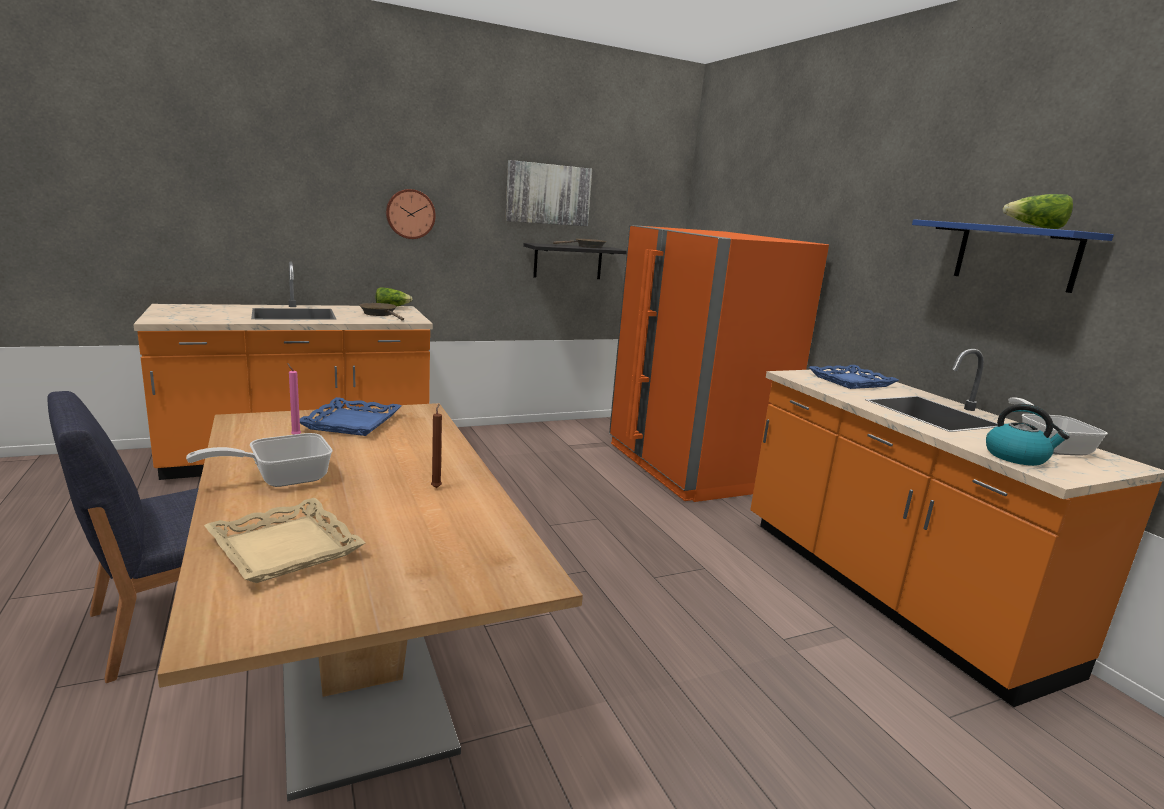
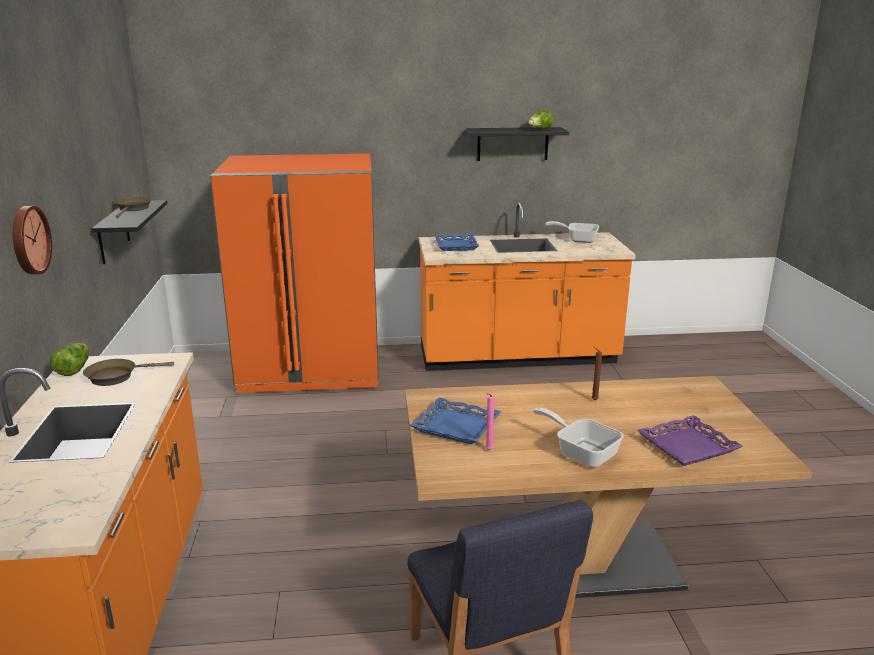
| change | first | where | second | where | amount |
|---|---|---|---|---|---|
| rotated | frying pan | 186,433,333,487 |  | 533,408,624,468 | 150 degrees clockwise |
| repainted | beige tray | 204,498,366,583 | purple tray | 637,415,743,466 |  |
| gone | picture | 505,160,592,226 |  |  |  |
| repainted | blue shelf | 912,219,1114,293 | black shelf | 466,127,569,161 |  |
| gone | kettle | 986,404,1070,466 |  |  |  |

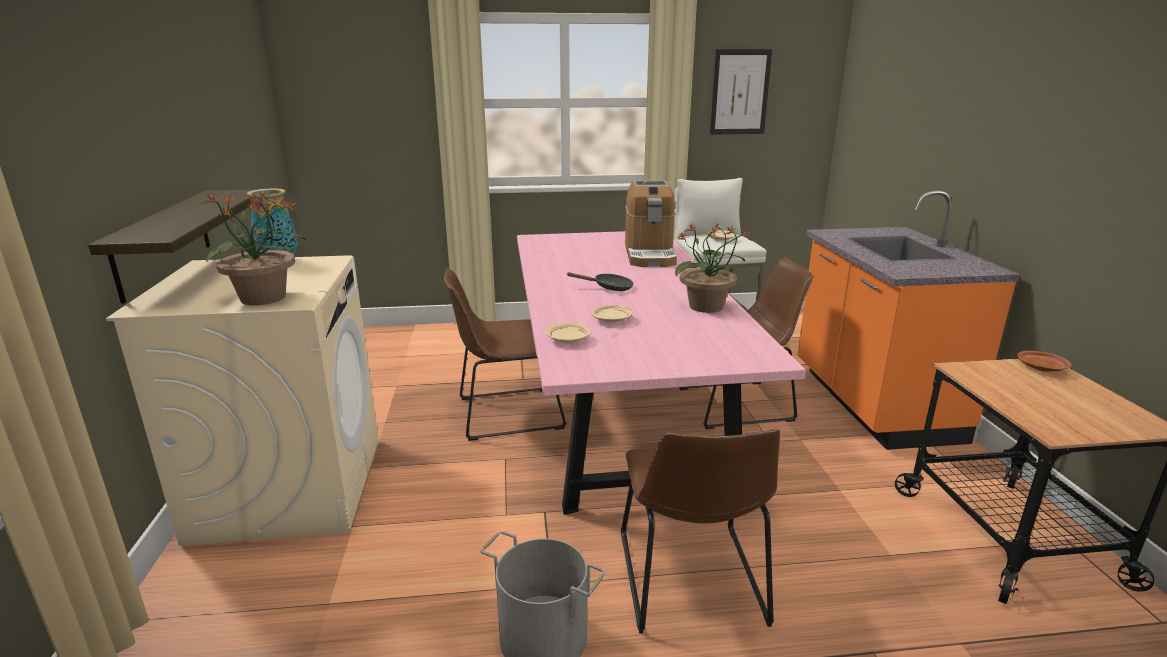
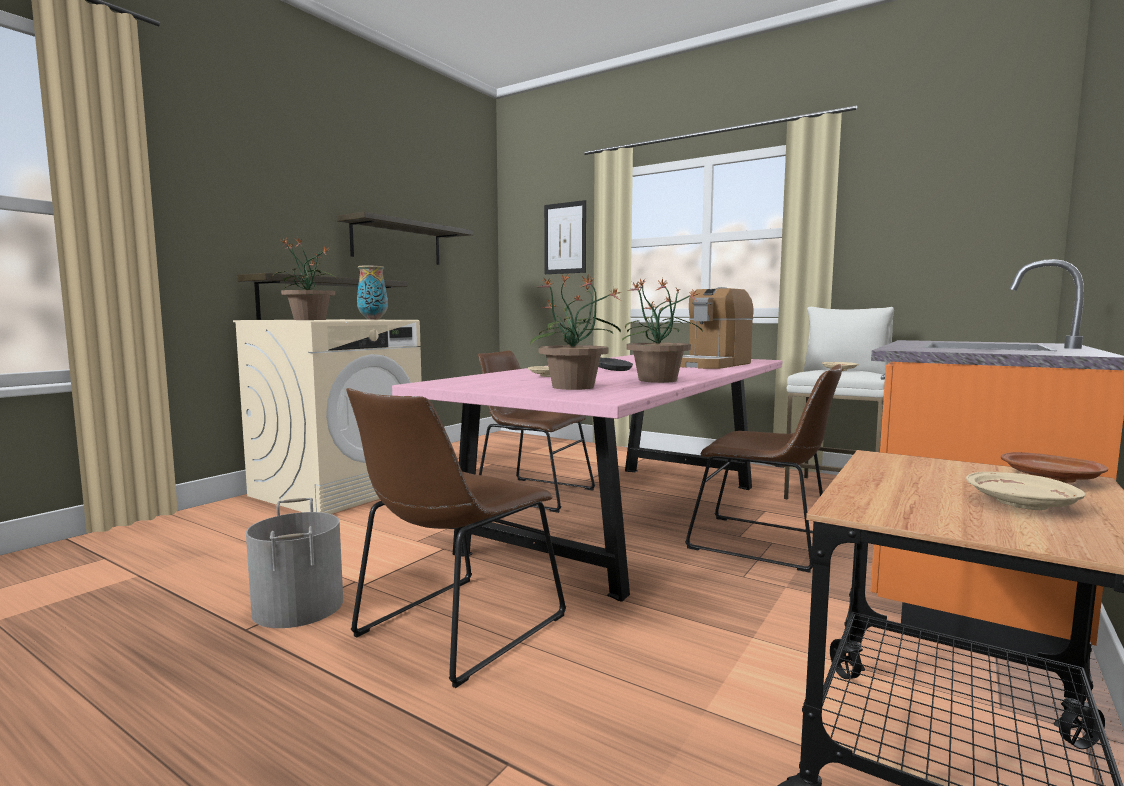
| change | first | where | second | where | amount |
|---|---|---|---|---|---|
| shifted | beige plate | 546,323,590,343 |  | 966,472,1085,510 |  |
| shifted | picture | 710,49,772,135 |  | 544,200,586,274 |  |
| new |  |  | shelf | 337,212,473,265 |  |
| new |  |  | potted plant | 530,273,621,390 |  |

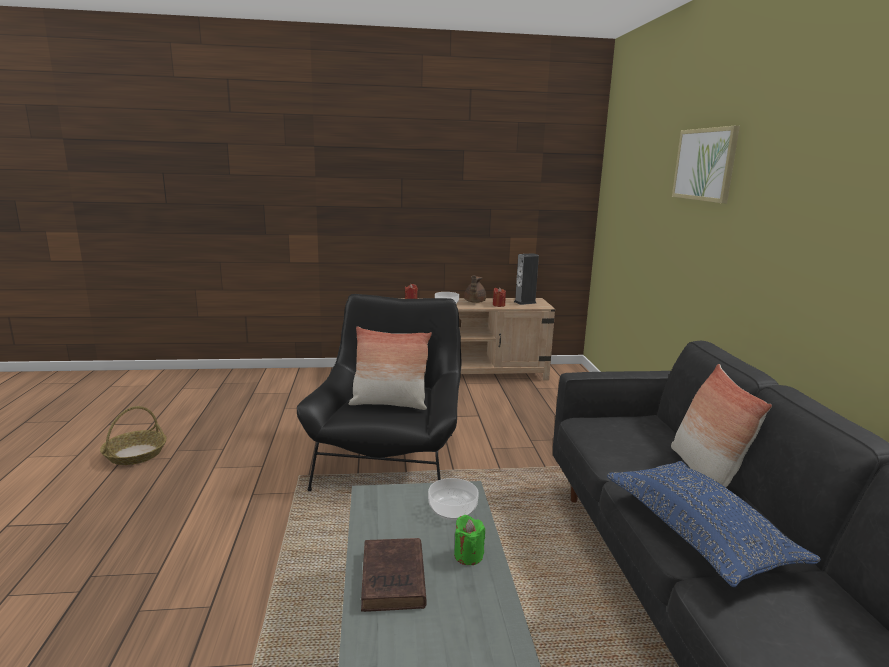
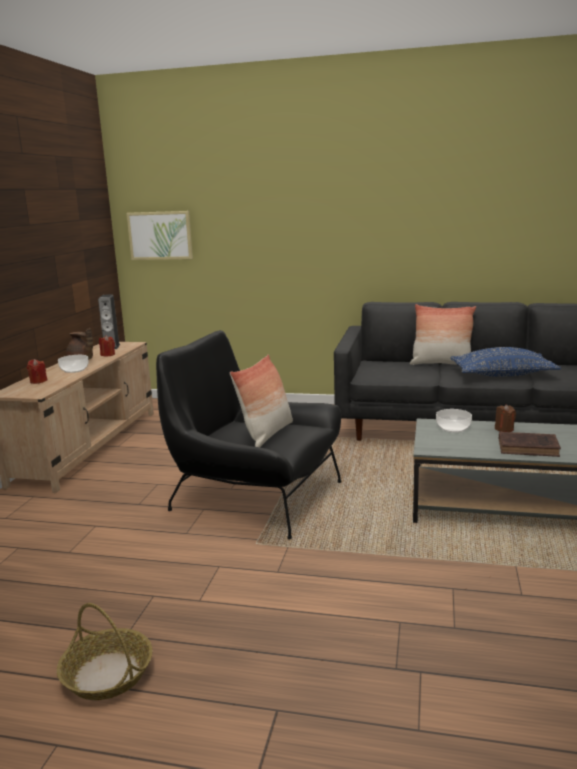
| change | first | where | second | where | amount |
|---|---|---|---|---|---|
| repainted | green candle | 454,514,485,565 | brown candle | 495,404,516,432 |  |
| shifted | picture | 672,126,740,203 |  | 126,211,193,260 |  |

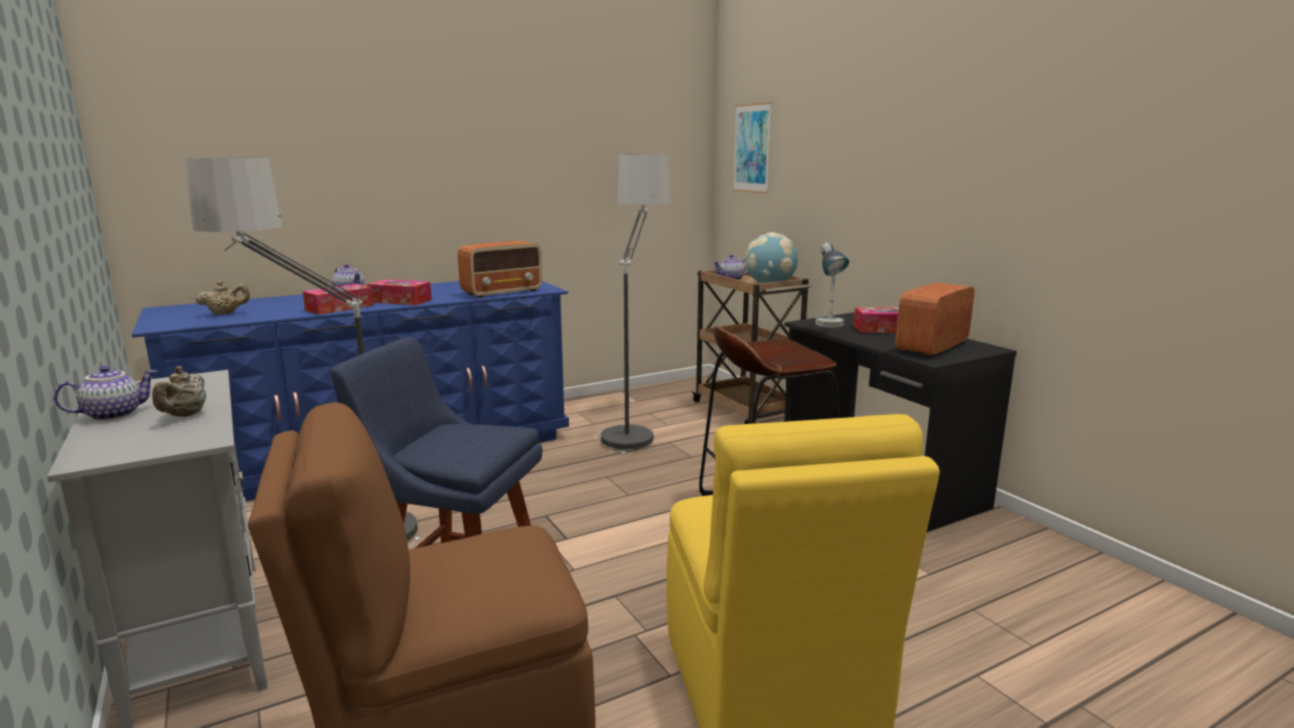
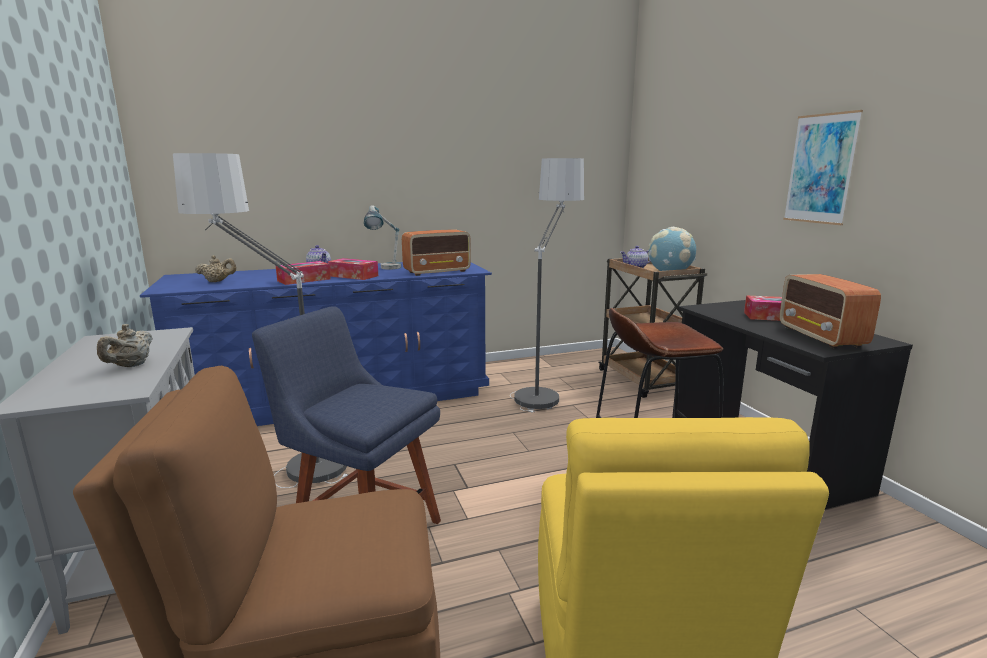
| change | first | where | second | where | amount |
|---|---|---|---|---|---|
| gone | teapot | 54,366,157,421 |  |  |  |
| shifted | picture | 733,102,772,193 |  | 783,110,863,225 |  |
| shifted | table lamp | 815,243,849,328 |  | 364,205,401,270 |  |
| rotated | radio | 896,283,974,357 |  | 779,274,881,349 | 60 degrees counterclockwise |

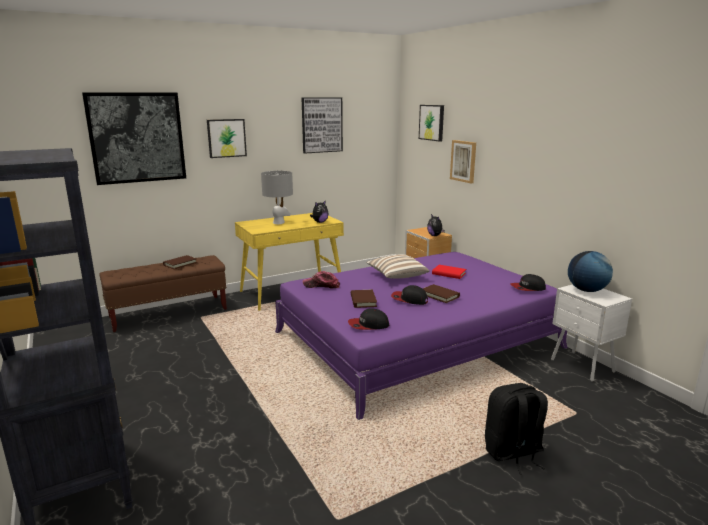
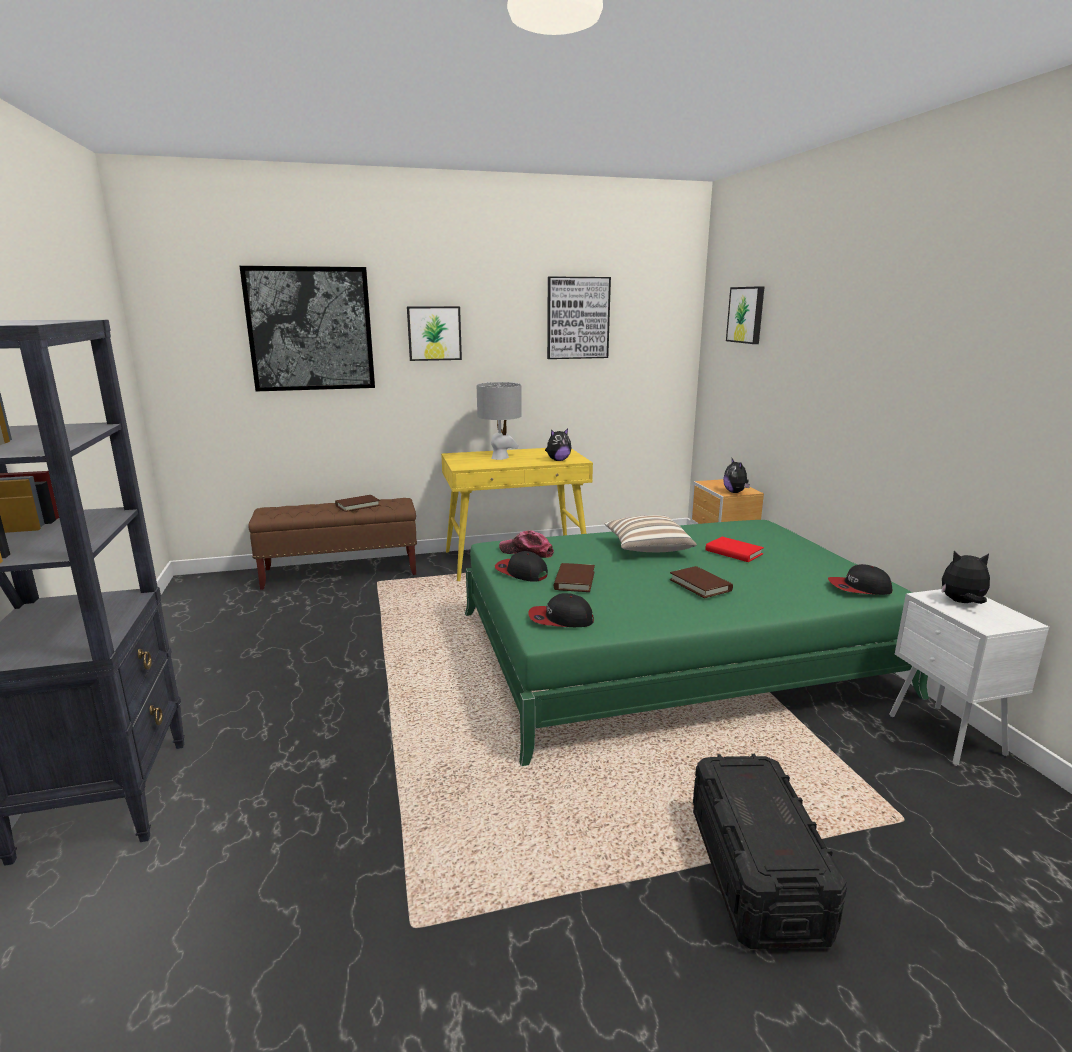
| change | first | where | second | where | amount |
|---|---|---|---|---|---|
| repainted | purple bed | 275,252,568,420 | green bed | 465,520,929,766 |  |
| shifted | cap | 391,285,428,305 |  | 495,551,548,582 |  |
| gone | picture | 450,140,476,183 |  |  |  |
| swapped | black backpack | 485,383,548,475 | black storage box | 693,754,847,949 |  |
| swapped | globe | 568,251,613,292 | plush toy | 942,551,990,604 |  |

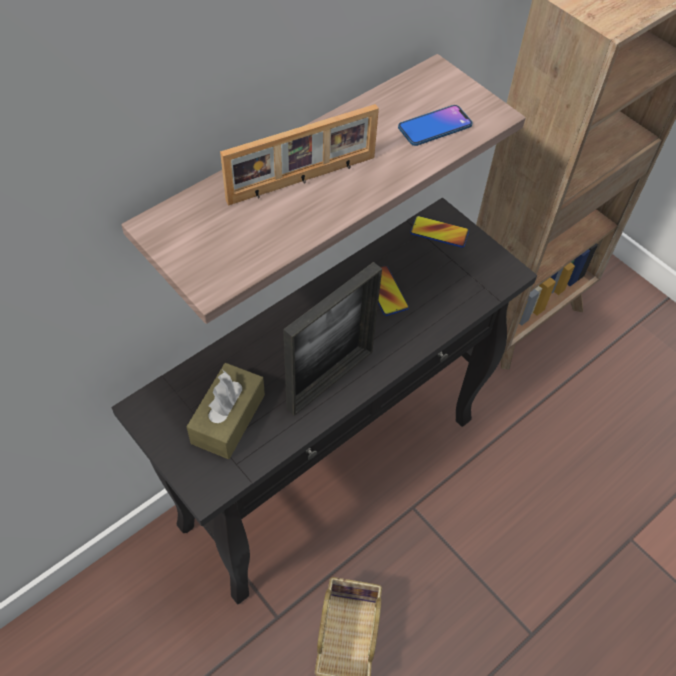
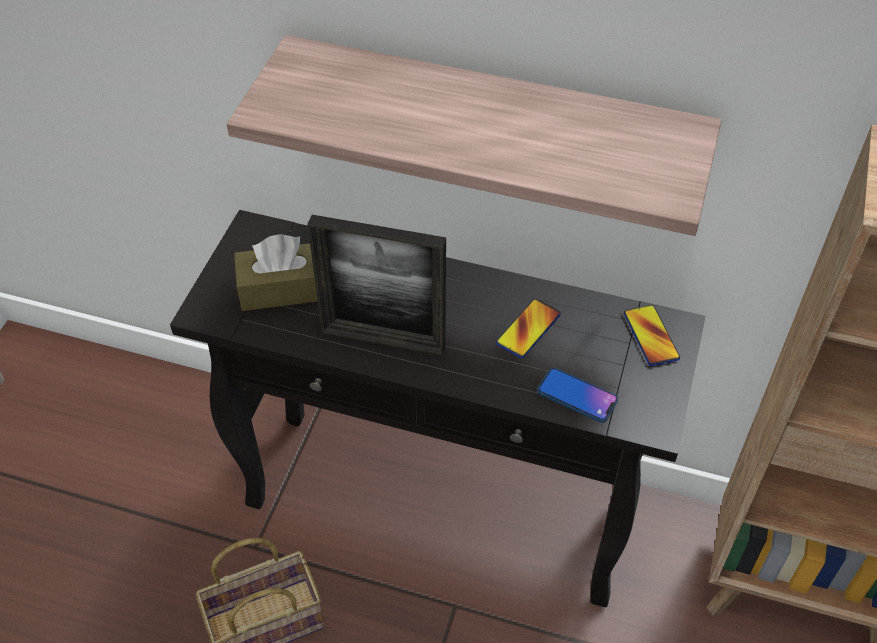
| change | first | where | second | where | amount |
|---|---|---|---|---|---|
| gone | picture frame | 220,104,379,206 |  |  |  |
| shifted | phone | 398,105,473,146 |  | 537,367,618,423 |  |

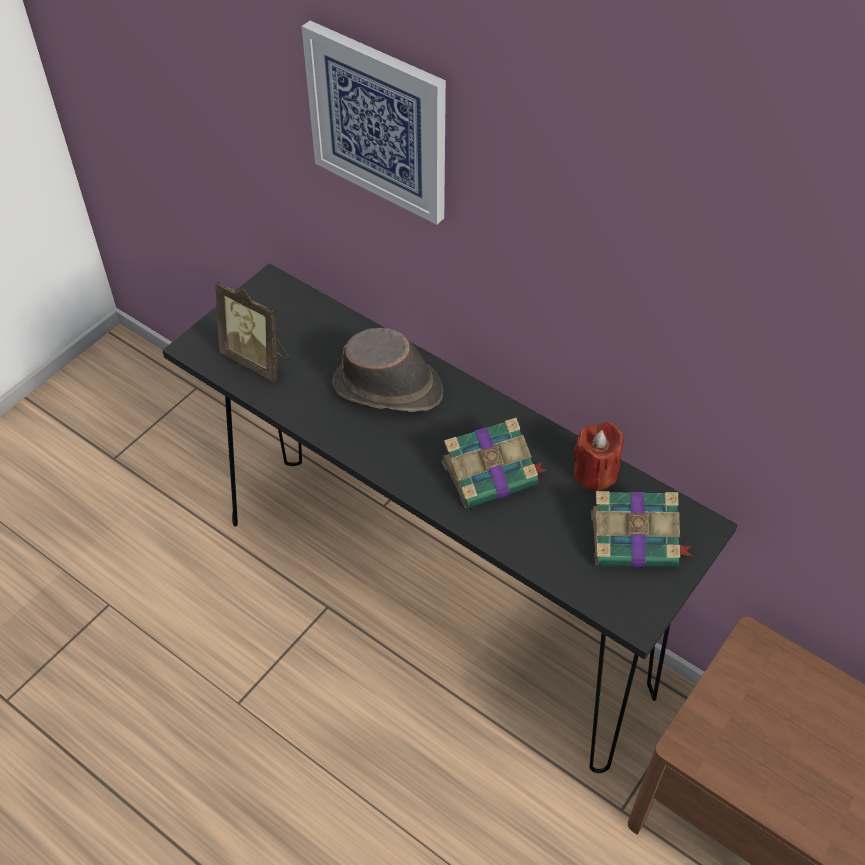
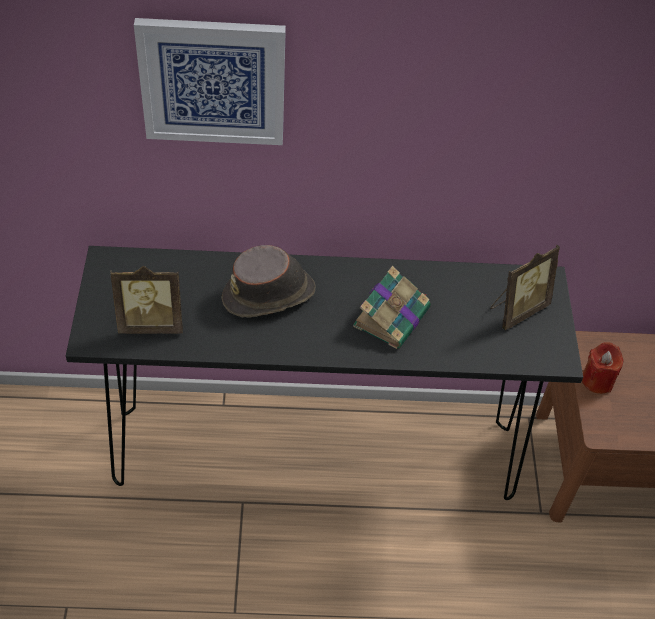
| change | first | where | second | where | amount |
|---|---|---|---|---|---|
| shifted | red candle | 573,422,624,491 |  | 582,342,624,394 |  |
| swapped | book | 591,491,693,568 | picture frame | 490,245,560,330 |  |

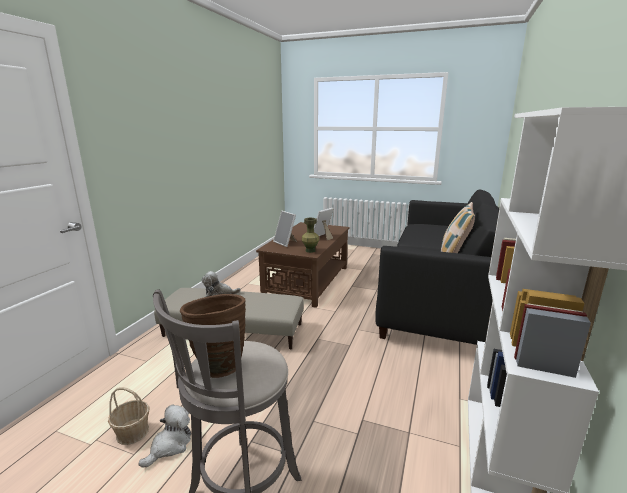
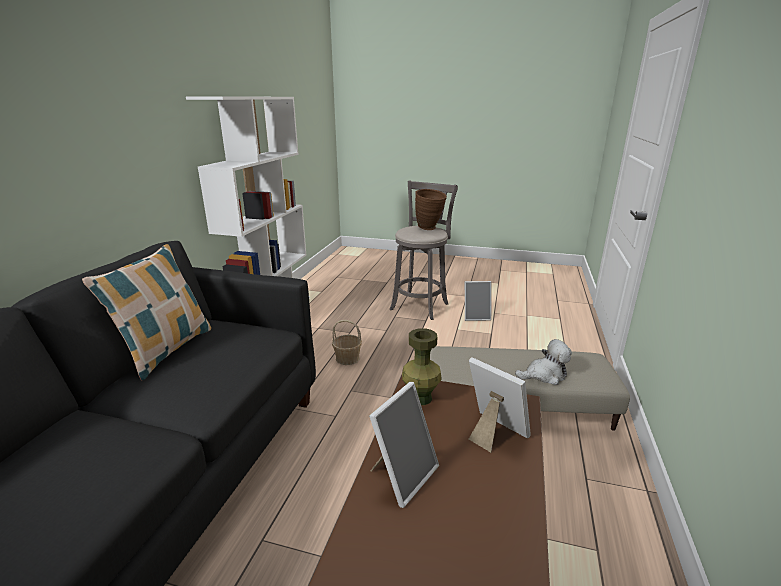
| change | first | where | second | where | amount |
|---|---|---|---|---|---|
| shifted | basket | 108,387,150,445 |  | 332,320,362,365 |  |
| swapped | plush toy | 139,405,191,468 | picture frame | 465,281,491,321 |  |

